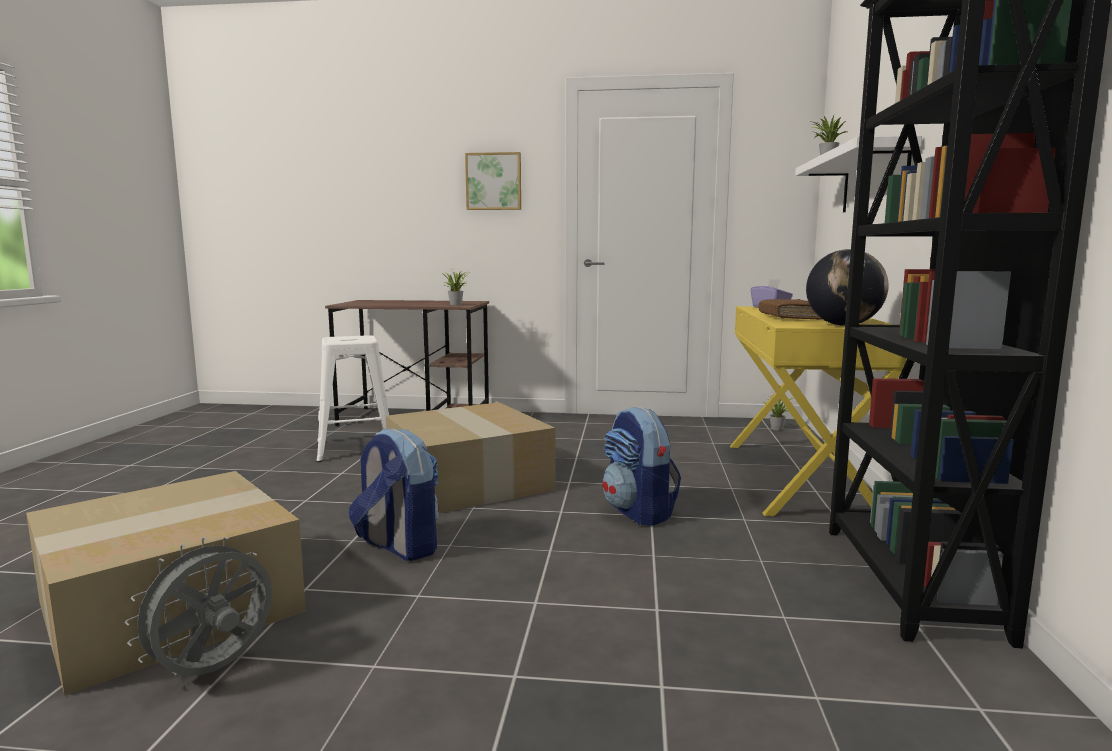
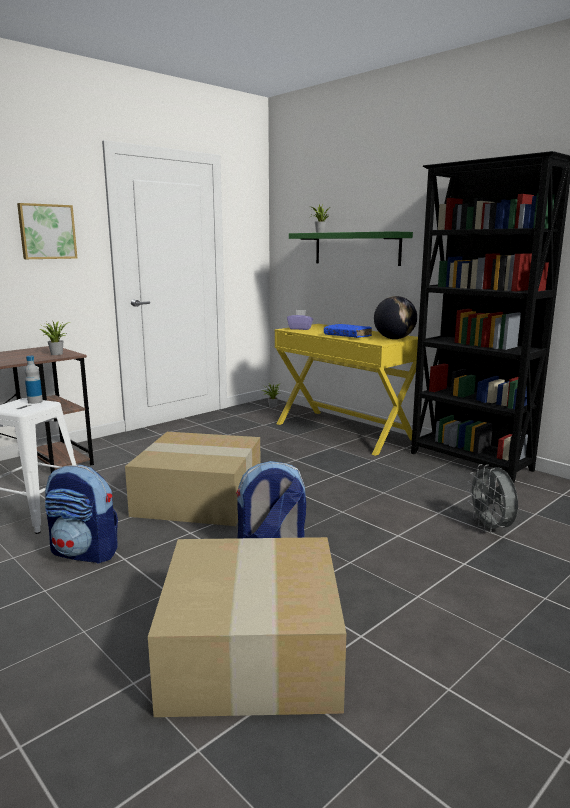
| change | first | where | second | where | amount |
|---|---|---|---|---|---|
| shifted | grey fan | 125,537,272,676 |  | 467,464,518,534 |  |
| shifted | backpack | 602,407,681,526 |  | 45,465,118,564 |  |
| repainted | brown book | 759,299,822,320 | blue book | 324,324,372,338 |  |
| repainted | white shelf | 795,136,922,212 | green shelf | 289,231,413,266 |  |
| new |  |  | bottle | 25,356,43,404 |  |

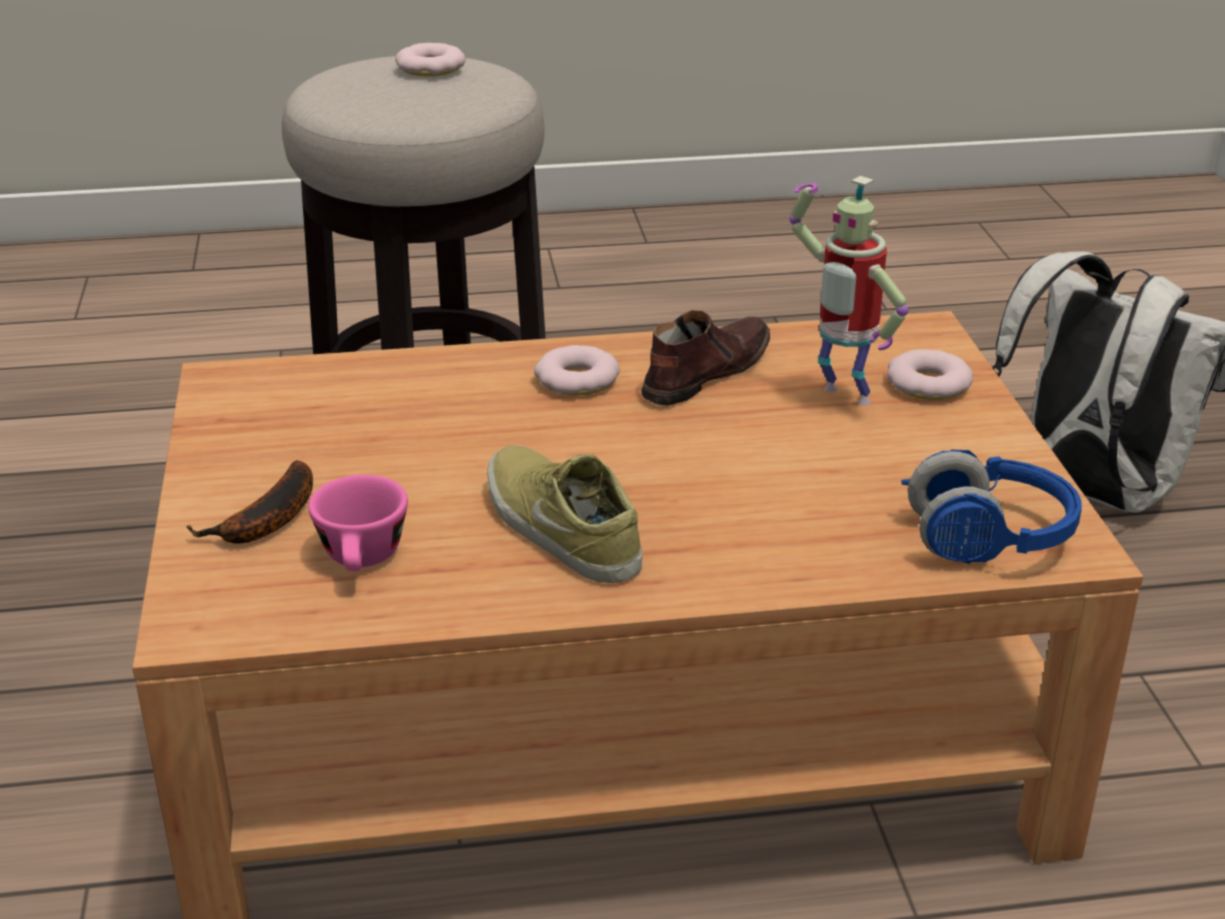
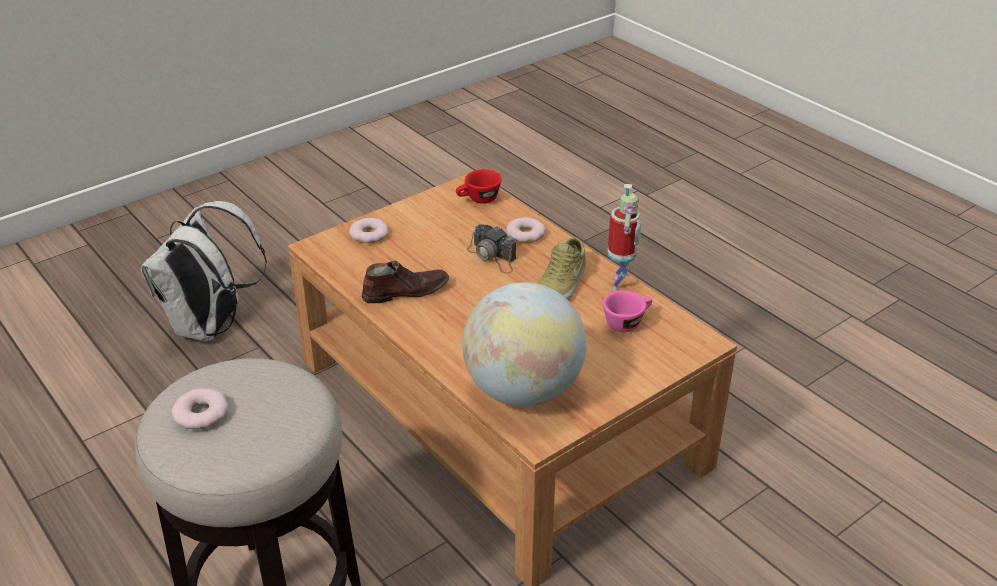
| change | first | where | second | where | amount |
|---|---|---|---|---|---|
| gone | banana | 187,460,313,544 |  |  |  |
| shifted | donut | 534,345,620,396 |  | 506,217,546,243 |  |
| rotated | brown shoe | 641,310,770,406 |  | 362,261,449,303 | 150 degrees clockwise |
| shifted | toy robot | 789,176,909,405 |  | 608,184,641,291 |  |
| swapped | blue headphones | 901,450,1082,564 | red cup | 456,169,502,204 |  |
| new |  |  | globe | 462,282,586,407 |  |
| new |  |  | photo camera | 467,224,516,274 |  |

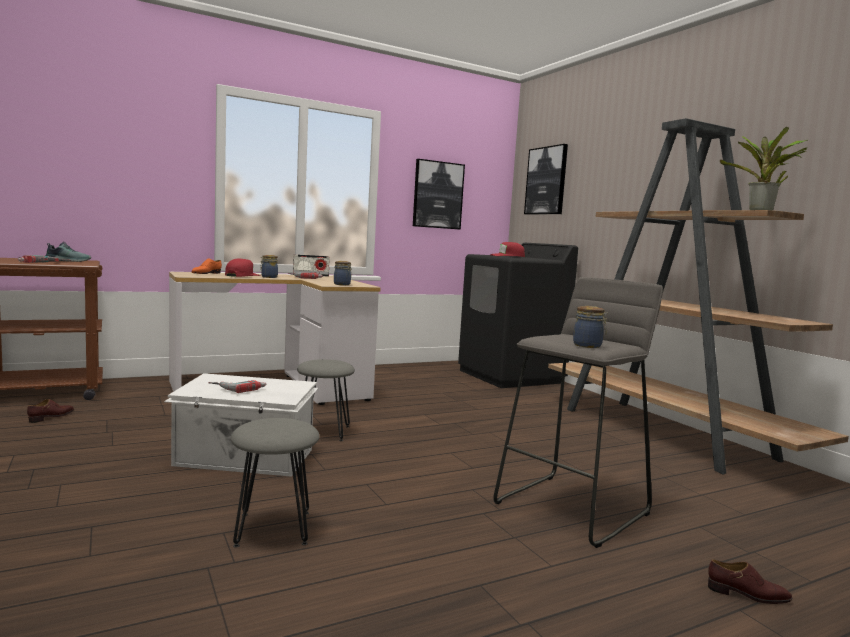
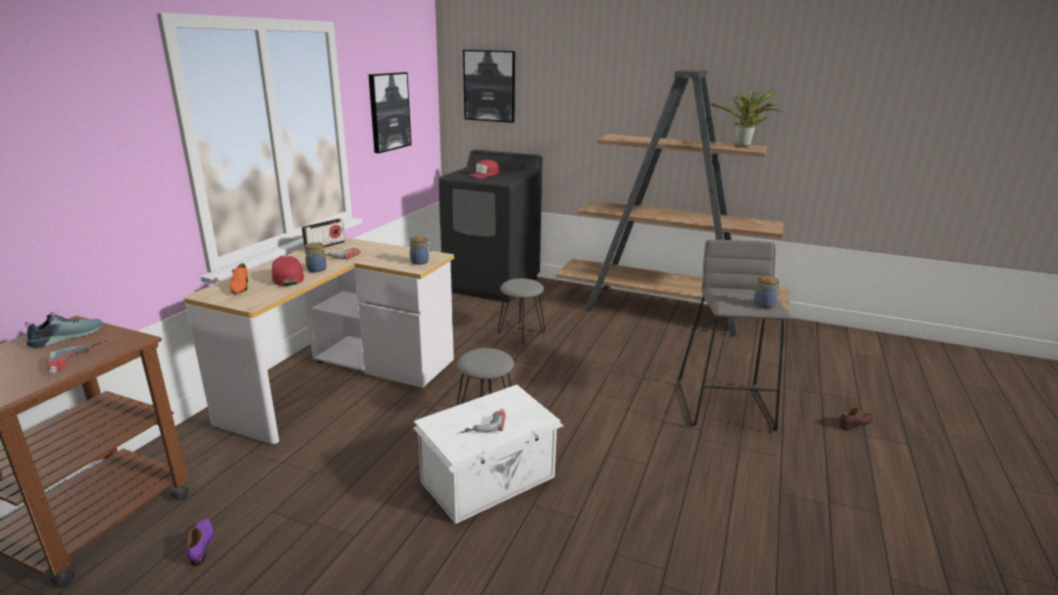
| change | first | where | second | where | amount |
|---|---|---|---|---|---|
| repainted | brown shoe | 27,399,74,423 | purple shoe | 186,519,214,566 |  |
| shifted | grey stool | 231,418,320,548 |  | 497,278,545,344 |  |

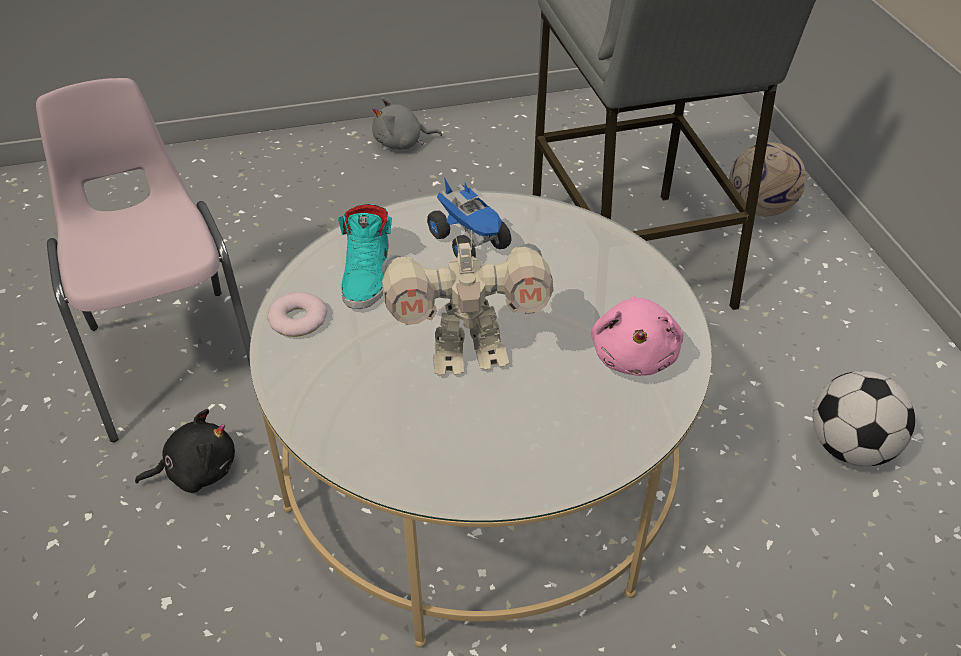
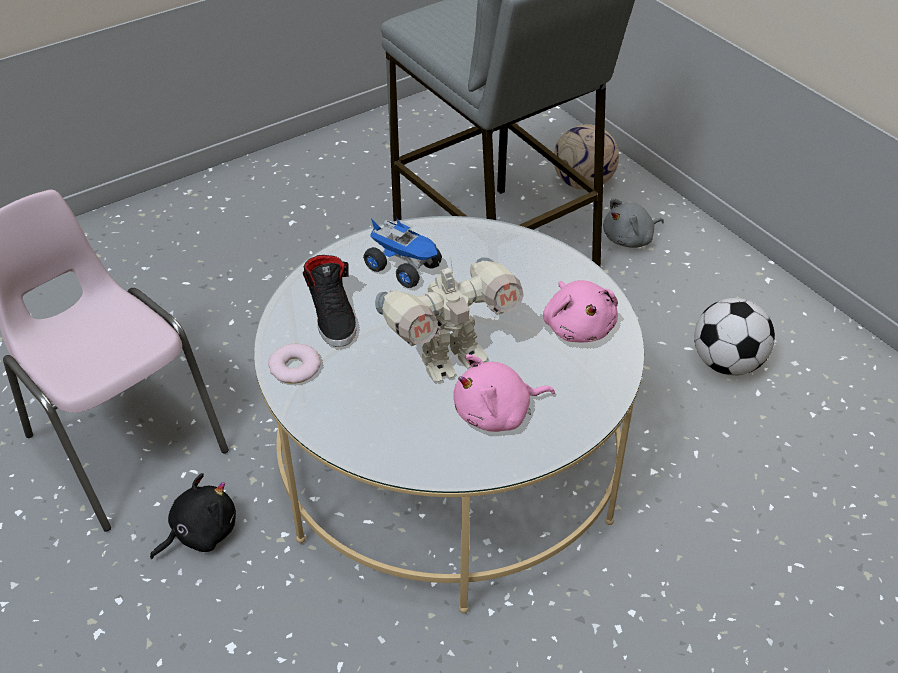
| change | first | where | second | where | amount |
|---|---|---|---|---|---|
| repainted | turquoise shoe | 338,204,392,309 | black shoe | 303,255,357,347 |  |
| shifted | grey plush toy | 372,97,442,150 |  | 603,198,664,248 |  |
| new |  |  | pink plush toy | 454,354,555,432 |  |

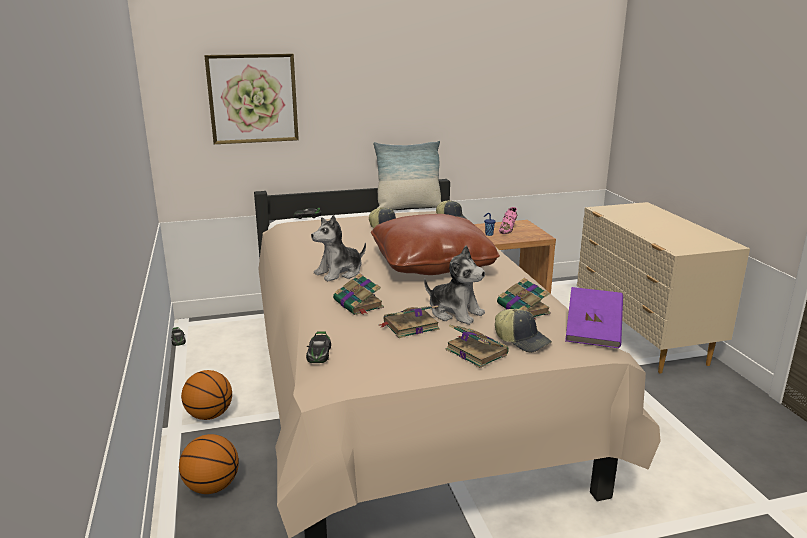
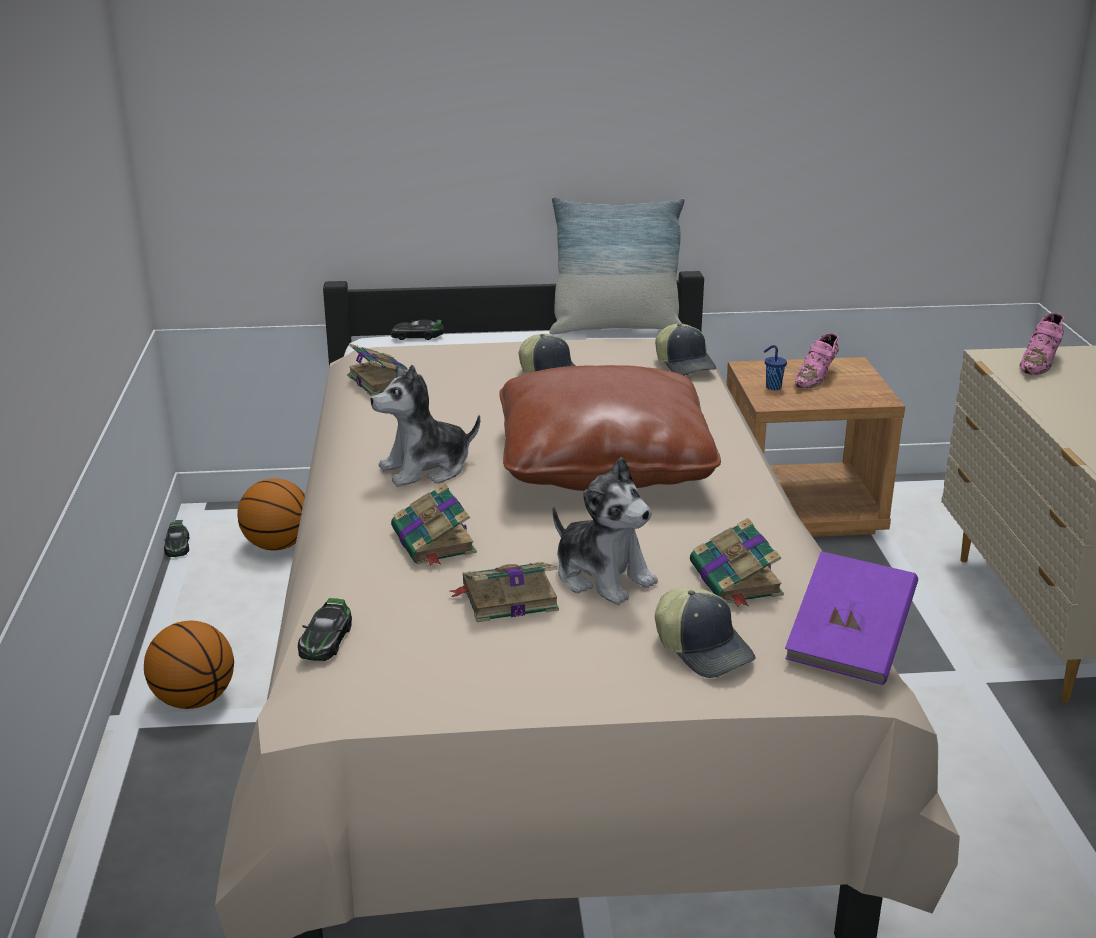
| change | first | where | second | where | amount |
|---|---|---|---|---|---|
| shifted | basketball | 179,434,239,494 |  | 237,478,305,550 |  |
| gone | picture | 204,53,299,144 |  |  |  |
| shifted | book | 446,324,509,368 |  | 347,344,408,396 |  |
| new |  |  | pink shoe | 1019,312,1065,375 |  |

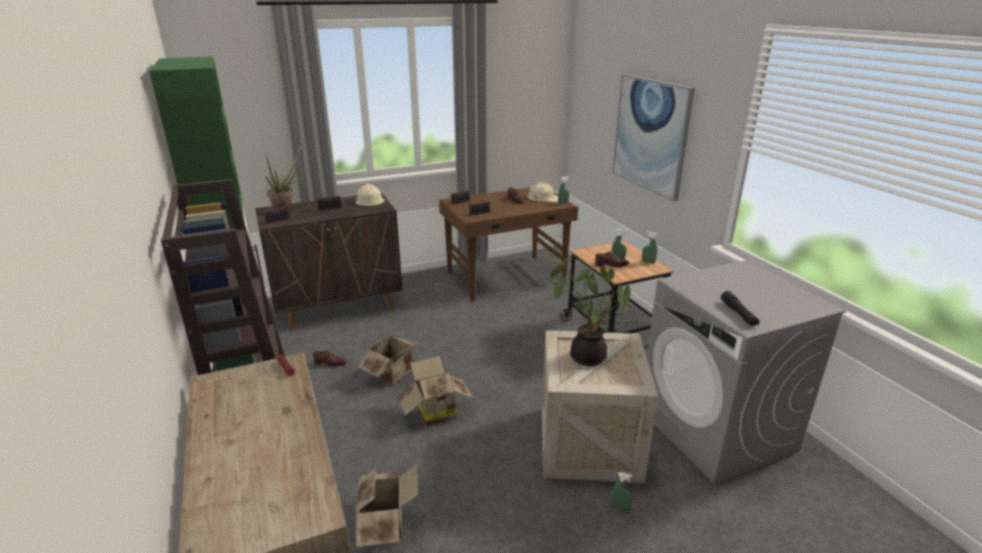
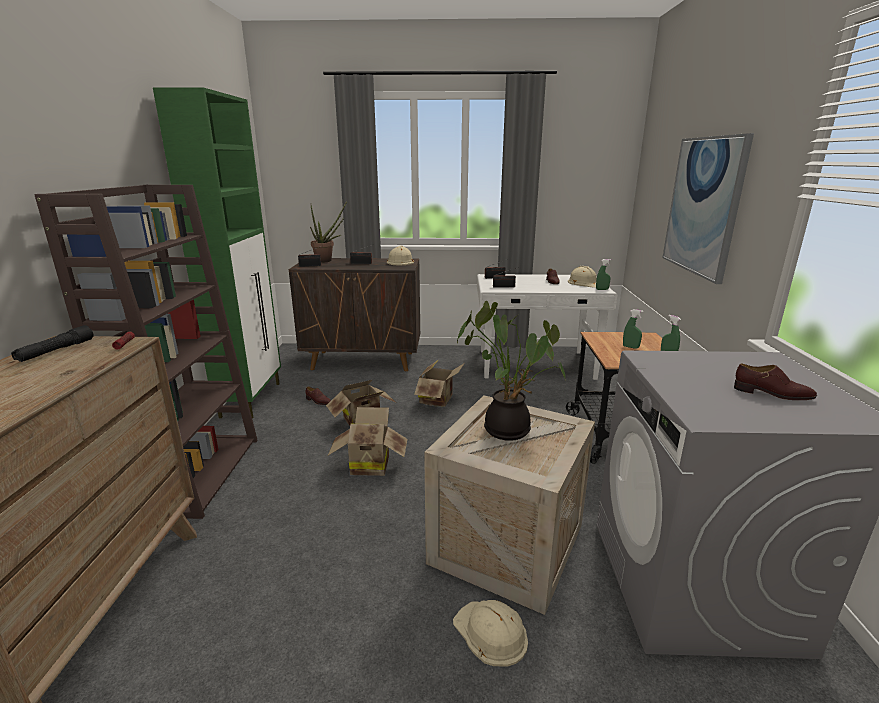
| change | first | where | second | where | amount |
|---|---|---|---|---|---|
| shifted | cardboard box | 356,465,418,547 |  | 414,360,464,407 |  |
| repainted | brown desk | 439,187,578,302 | white desk | 477,274,618,380 |  |
| shifted | brown shoe | 595,252,629,267 |  | 734,363,817,400 |  |
| swapped | green spray bottle | 611,472,633,511 | beige hard hat | 453,600,528,667 |  |
| shifted | black flashlight | 721,291,760,326 |  | 11,325,94,362 |  |

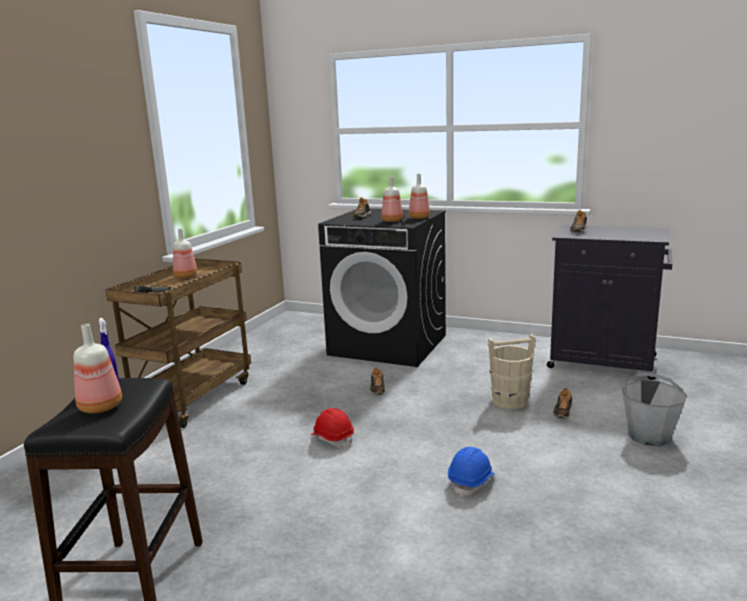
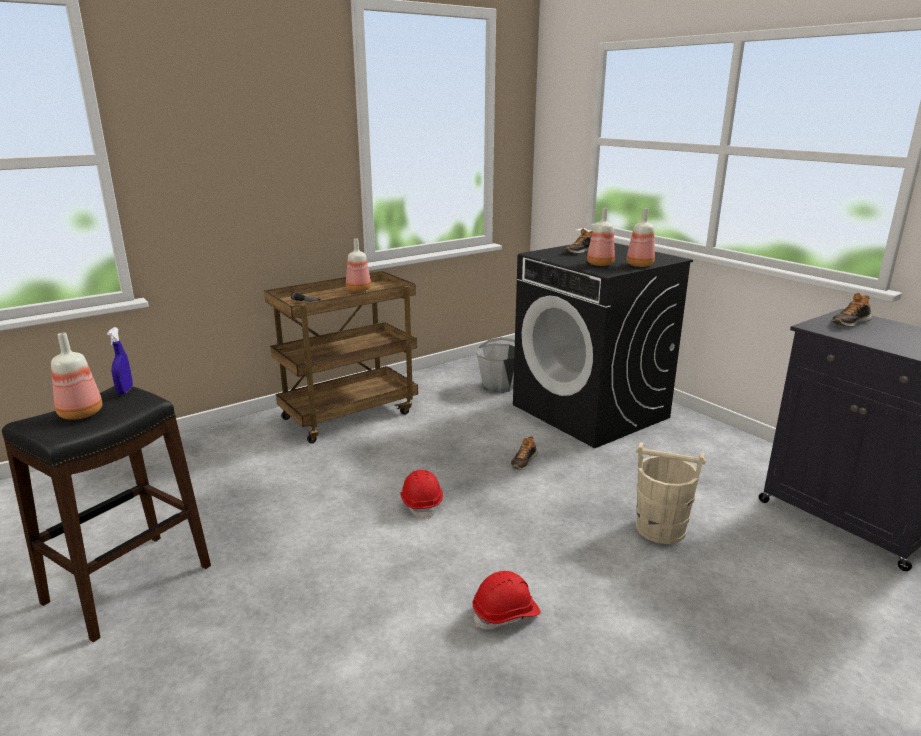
| change | first | where | second | where | amount |
|---|---|---|---|---|---|
| repainted | blue hard hat | 448,447,495,497 | red hard hat | 472,571,541,629 |  |
| gone | shoe | 553,388,573,419 |  |  |  |
| shifted | grey bucket | 622,373,687,447 |  | 476,337,515,393 |  |

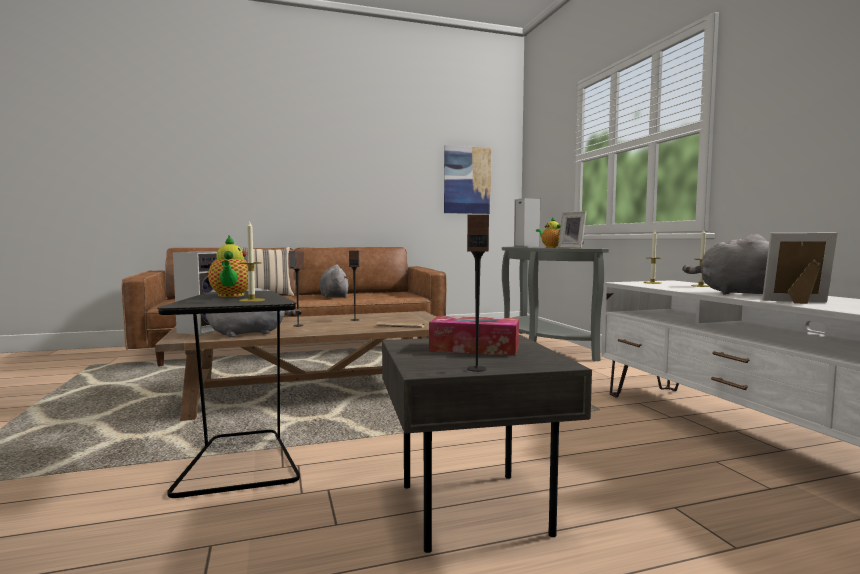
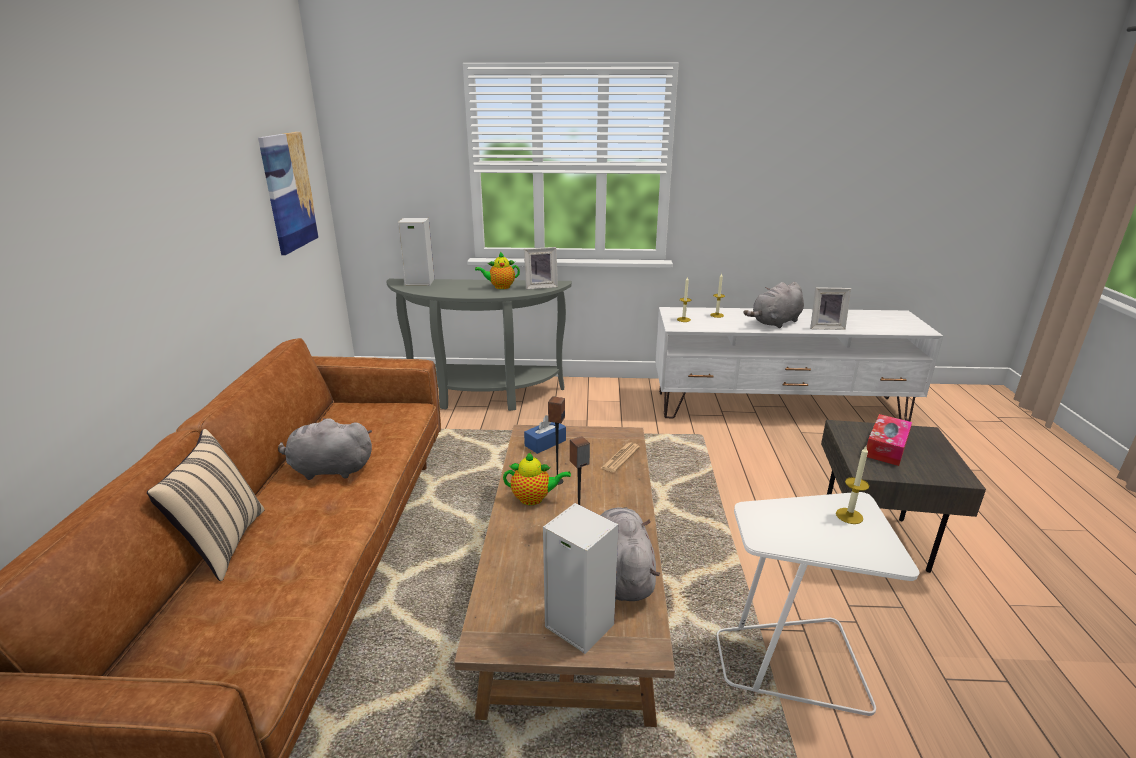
| change | first | where | second | where | amount |
|---|---|---|---|---|---|
| repainted | black side table | 157,291,300,498 | white side table | 717,492,919,716 |  |
| shifted | teapot | 208,236,248,297 |  | 503,452,571,505 |  |
| gone | speaker | 467,214,489,372 |  |  |  |
| rotated | picture frame | 762,233,838,304 |  | 810,287,851,330 | 120 degrees counterclockwise |
| new |  |  | blue tissue box | 524,415,566,454 |  |

